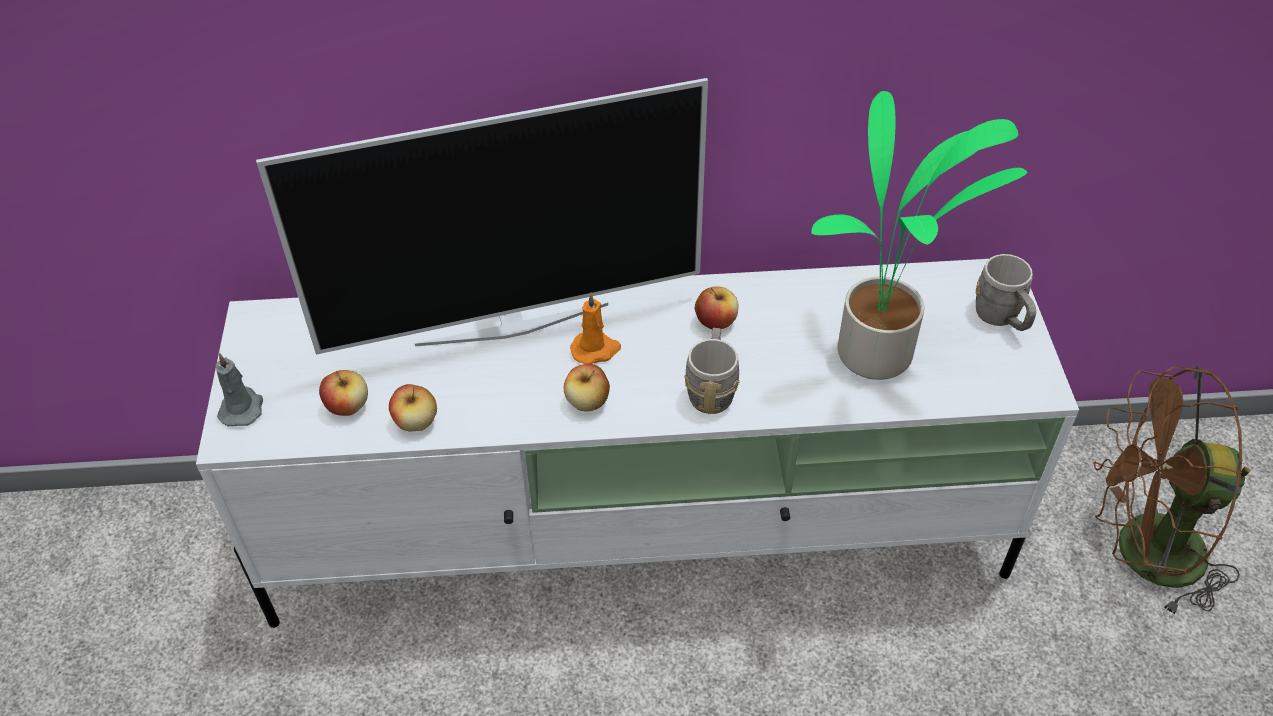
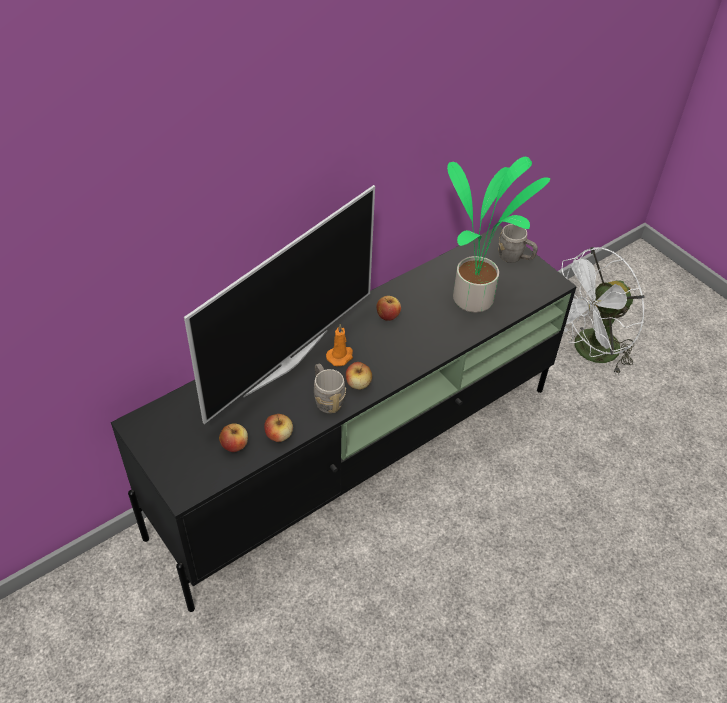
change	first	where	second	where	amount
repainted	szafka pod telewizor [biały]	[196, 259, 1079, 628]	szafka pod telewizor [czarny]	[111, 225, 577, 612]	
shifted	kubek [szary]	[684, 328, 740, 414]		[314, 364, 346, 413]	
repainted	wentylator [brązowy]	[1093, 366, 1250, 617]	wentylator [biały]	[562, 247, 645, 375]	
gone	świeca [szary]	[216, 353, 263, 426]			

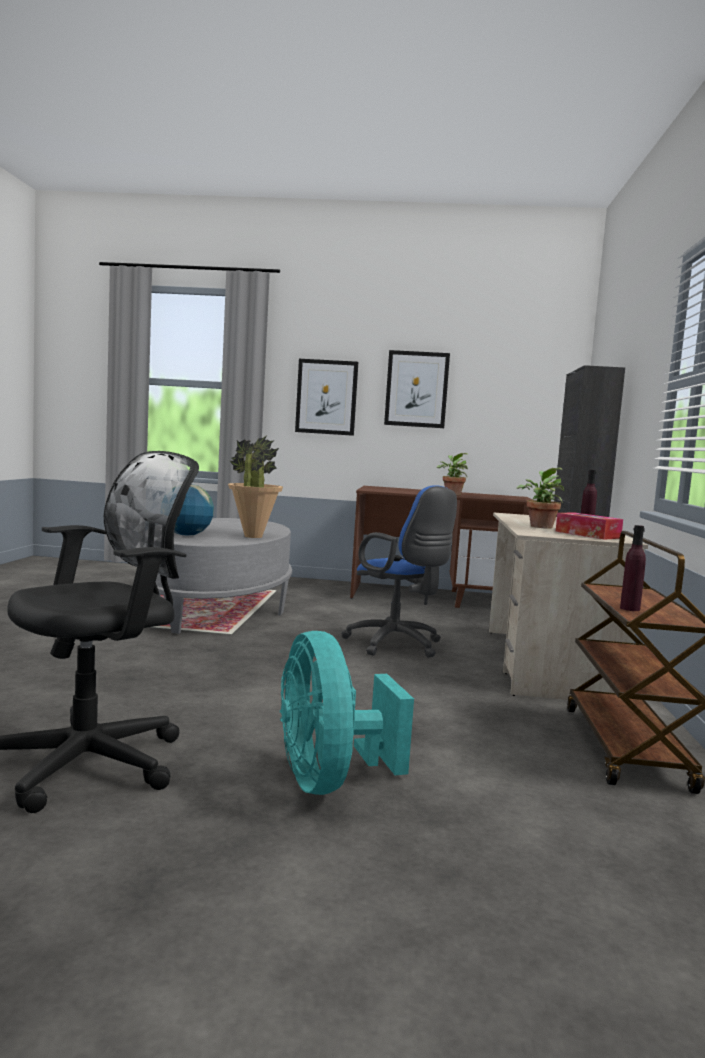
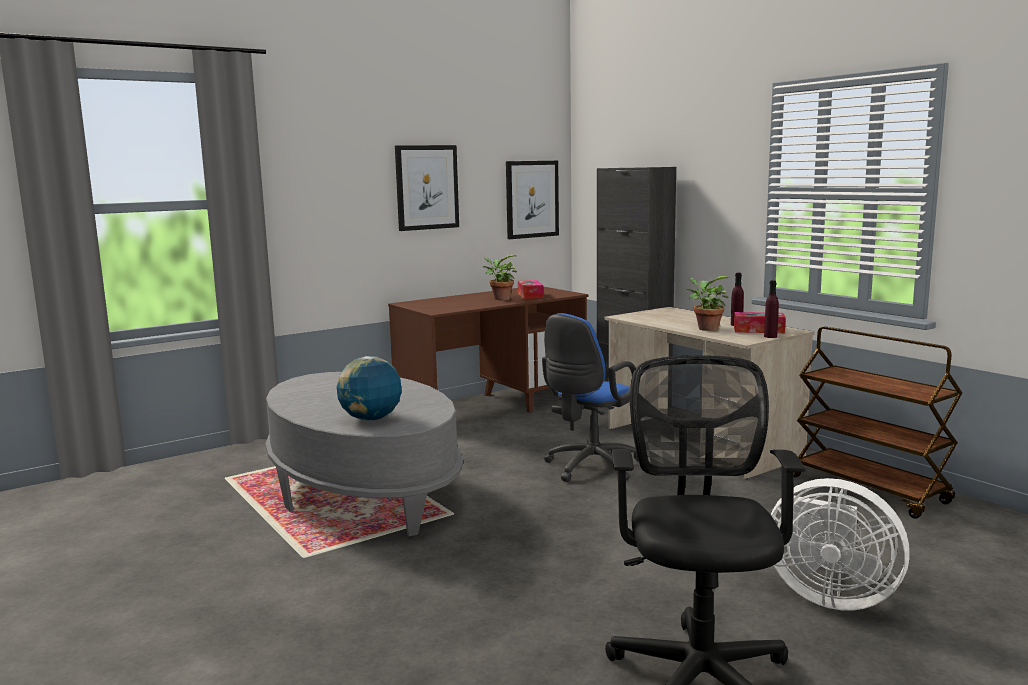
change	first	where	second	where	amount
shifted	obraz	[295, 359, 358, 436]		[506, 161, 559, 239]	
new			pudełko chusteczek	[518, 280, 544, 299]	
rotated	krzesło biurowe [niebieski]	[341, 485, 457, 658]		[542, 313, 639, 482]	120 degrees clockwise
shifted	butelka [fioletowy]	[620, 525, 646, 611]		[764, 280, 779, 338]	
repainted	wentylator [turkusowy]	[280, 631, 414, 795]	wentylator [biały]	[771, 478, 910, 611]	
gone	roślina doniczkowa	[228, 436, 283, 538]			

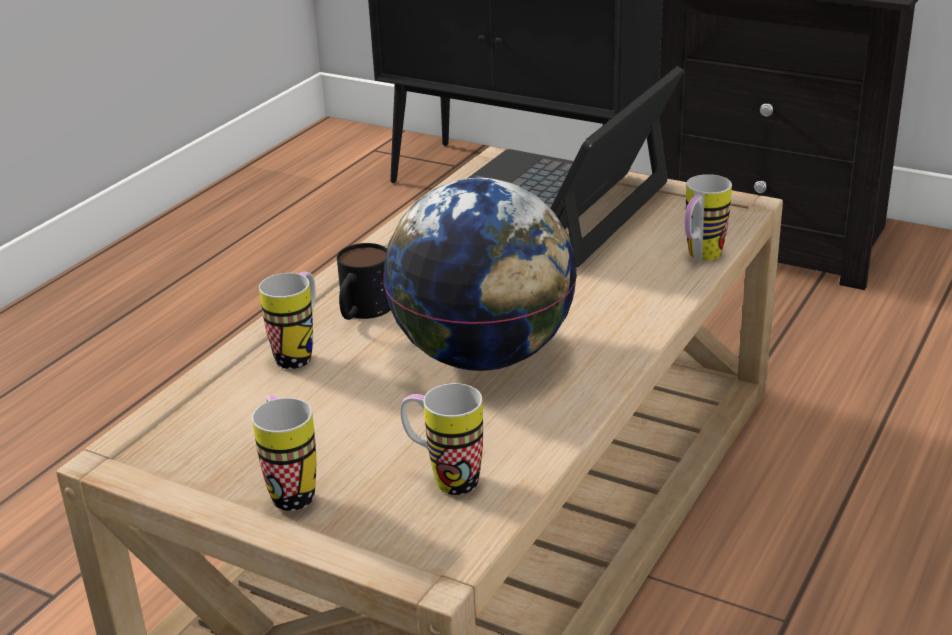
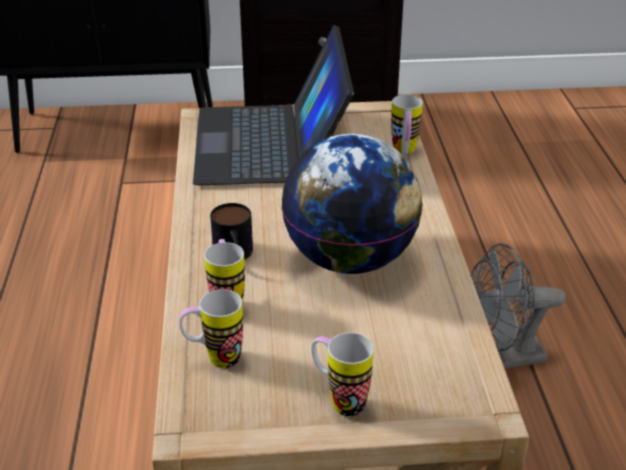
change	first	where	second	where	amount
shifted	kubek	[400, 383, 483, 495]		[179, 289, 243, 368]	
new			wentylator [szary]	[471, 243, 565, 368]	

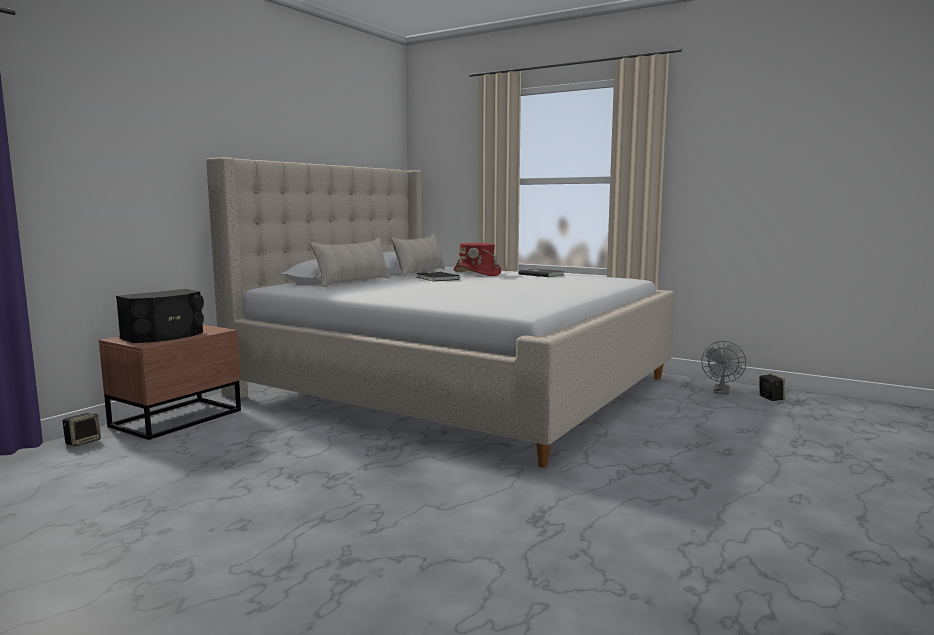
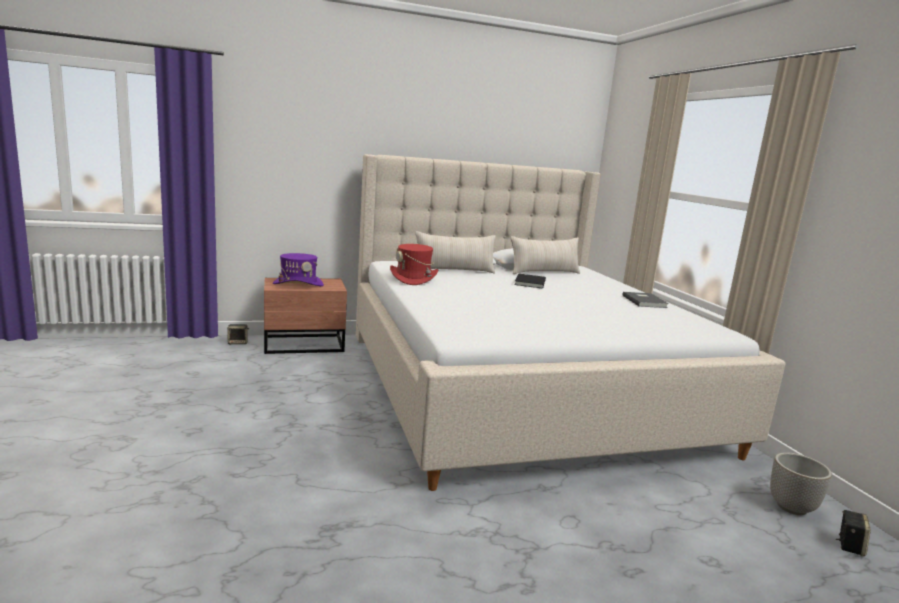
change	first	where	second	where	amount
swapped	głośnik [czarny]	[116, 289, 204, 343]	kapelusz [fioletowy]	[273, 253, 324, 286]	
shifted	kapelusz [czerwony]	[454, 243, 501, 276]		[390, 244, 438, 285]	
swapped	wentylator [szary]	[701, 341, 746, 395]	donica	[770, 452, 832, 515]	

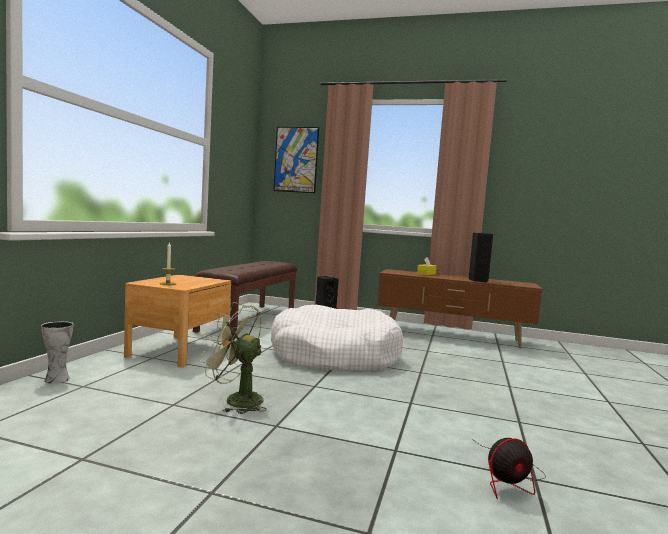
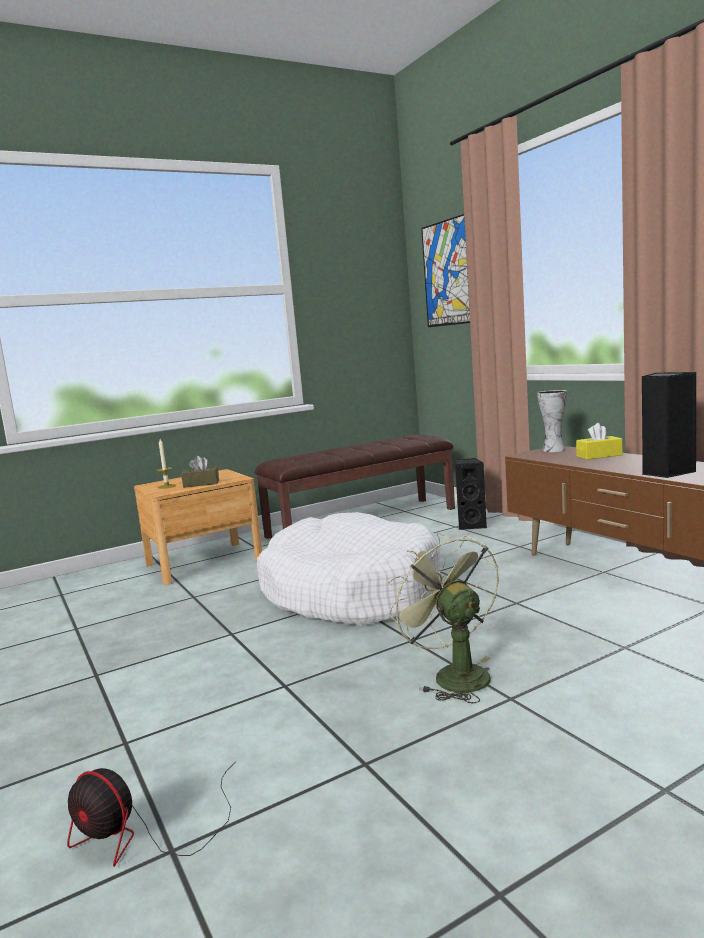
change	first	where	second	where	amount
new			pudełko chusteczek [brązowy]	[181, 456, 219, 488]	
shifted	wentylator [zielony]	[200, 302, 267, 414]		[388, 533, 499, 704]	
shifted	wazon	[41, 321, 74, 384]		[537, 390, 567, 452]	

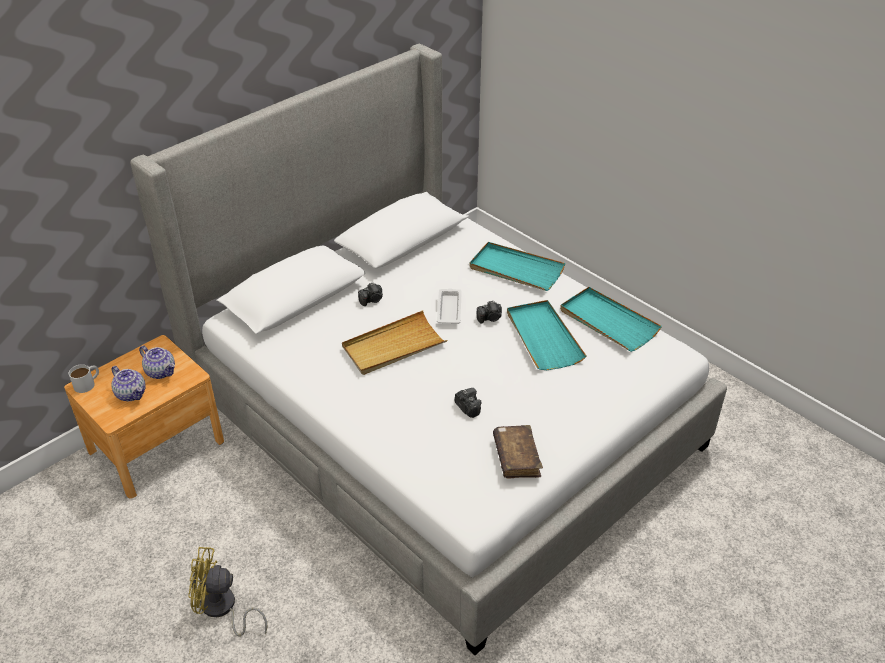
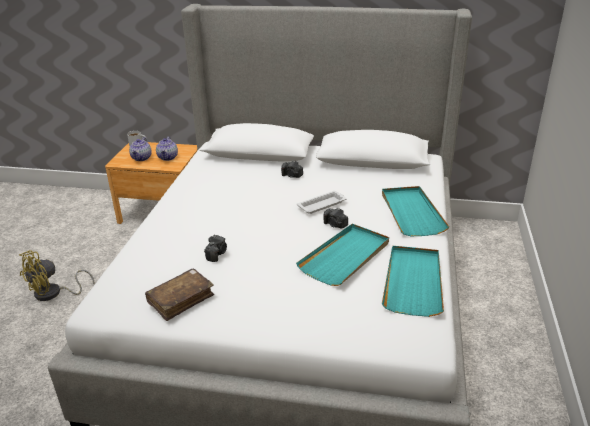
change	first	where	second	where	amount
rotated	wentylator [żółty]	[188, 547, 267, 636]		[19, 250, 95, 301]	105 degrees counterclockwise
gone	taca [beżowy]	[342, 310, 448, 375]			

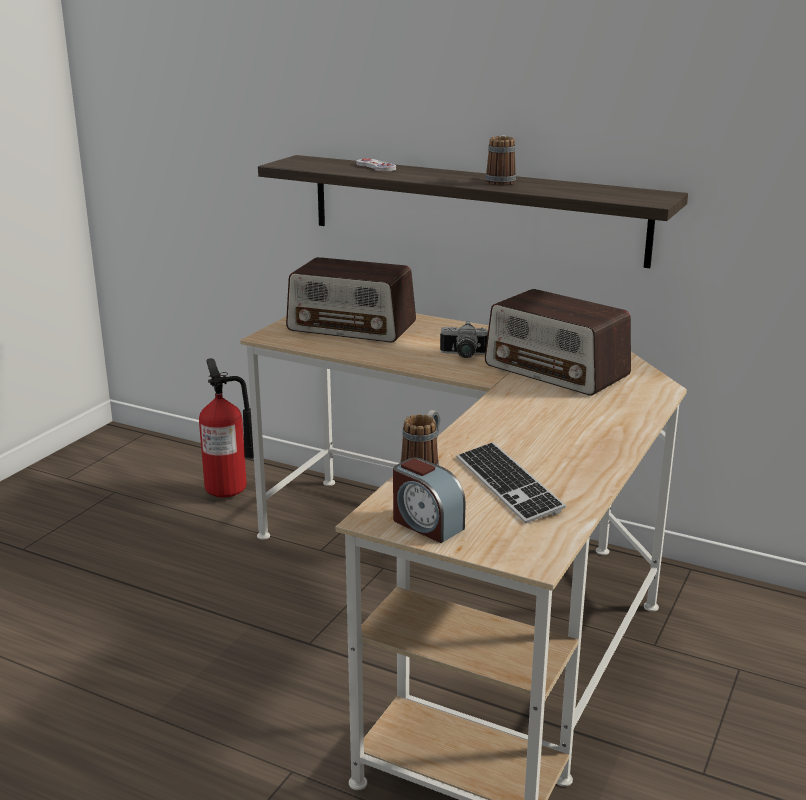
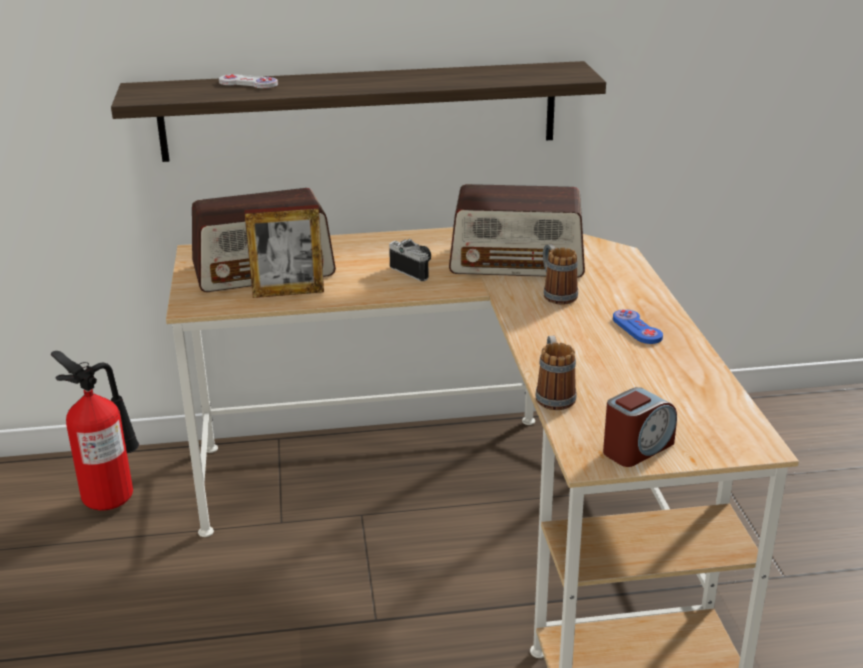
change	first	where	second	where	amount
new			ramka na zdjęcie	[245, 205, 324, 298]	
rotated	aparat fotograficzny	[440, 321, 488, 358]		[389, 239, 431, 281]	105 degrees counterclockwise
shifted	kubek	[485, 135, 516, 186]		[543, 244, 578, 304]	
rotated	budzik	[393, 458, 466, 543]		[603, 387, 677, 467]	45 degrees counterclockwise
new			pad do gier [niebieski]	[613, 309, 663, 344]	
gone	klawiatura	[457, 442, 566, 523]			

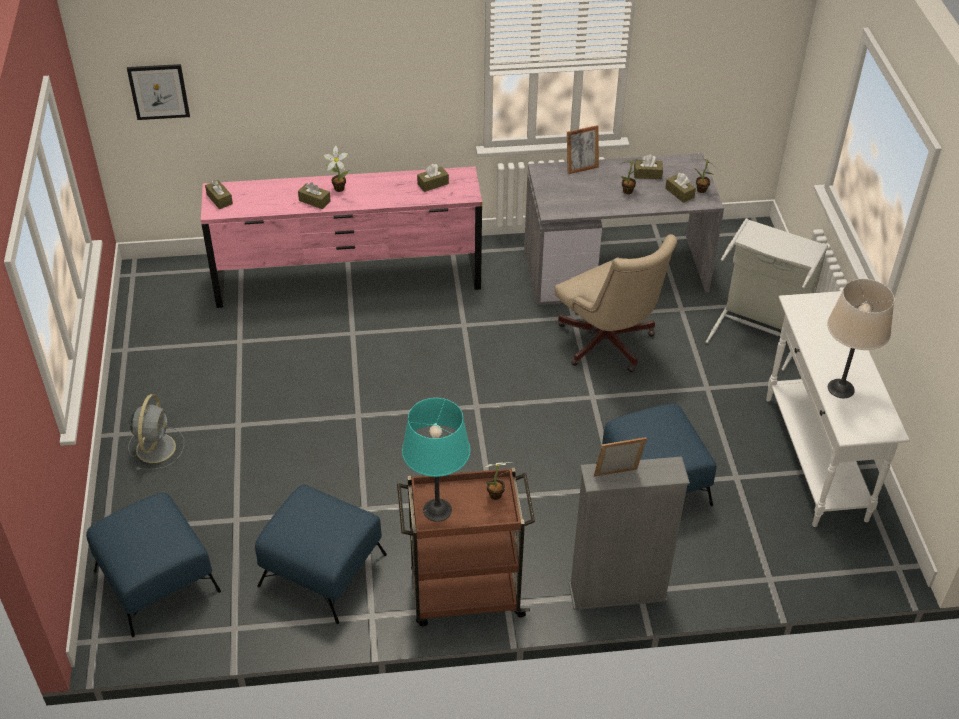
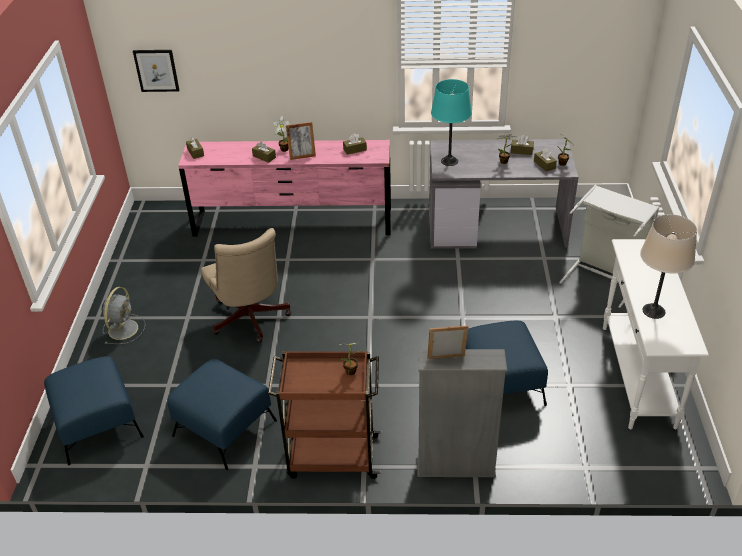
change	first	where	second	where	amount
shifted	krzesło biurowe [beżowy]	[555, 234, 677, 372]		[201, 228, 291, 343]	
shifted	ramka na zdjęcie	[567, 125, 599, 174]		[286, 122, 316, 160]	
shifted	lampa stołowa [turkusowy]	[402, 398, 470, 522]		[431, 79, 472, 166]	

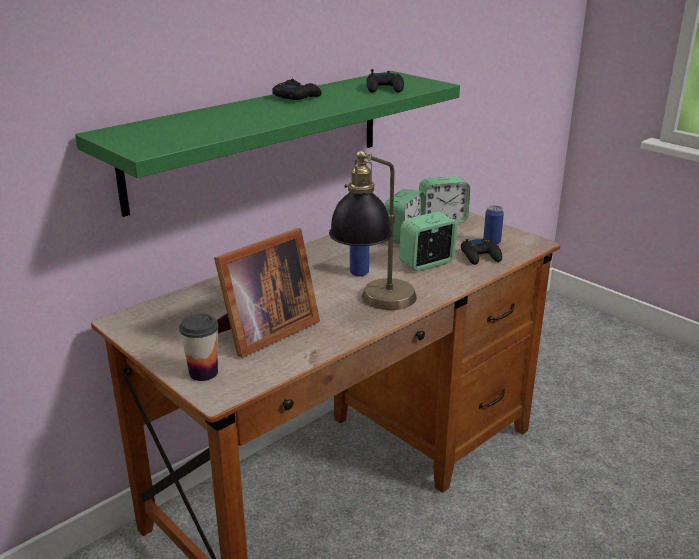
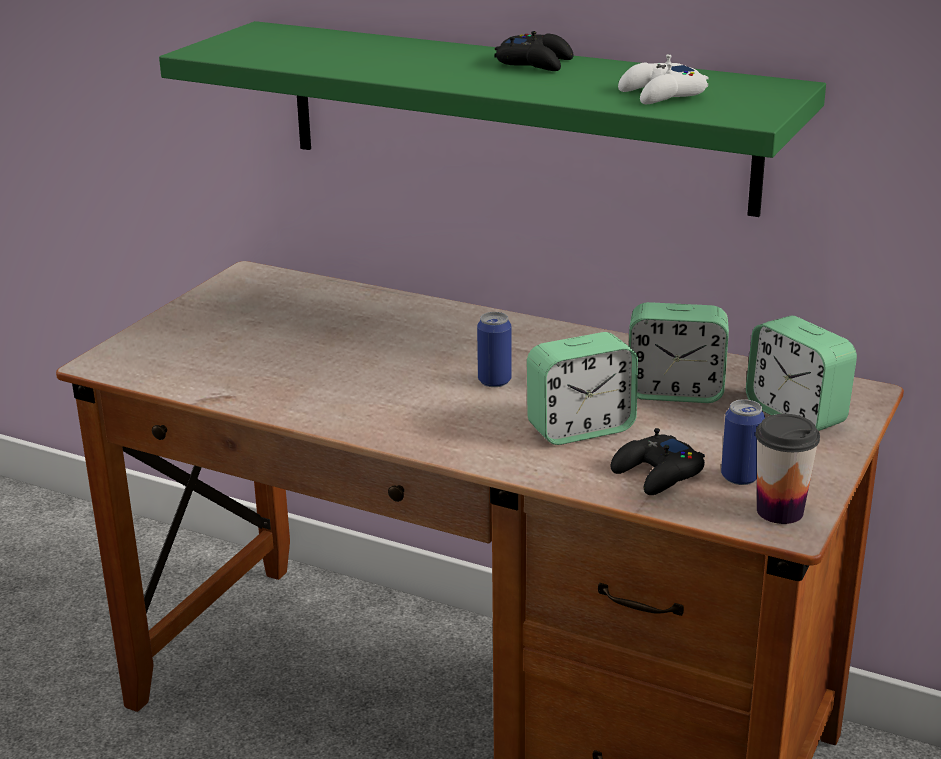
change	first	where	second	where	amount
rotated	budzik	[399, 212, 458, 271]		[527, 332, 638, 445]	120 degrees clockwise
repainted	pad do gier [czarny]	[367, 69, 404, 93]	pad do gier [biały]	[618, 54, 708, 104]	
shifted	filiżanka	[179, 314, 219, 381]		[755, 414, 820, 524]	
gone	ramka na zdjęcie	[214, 228, 320, 358]			
gone	lampa stołowa	[329, 150, 417, 310]			

